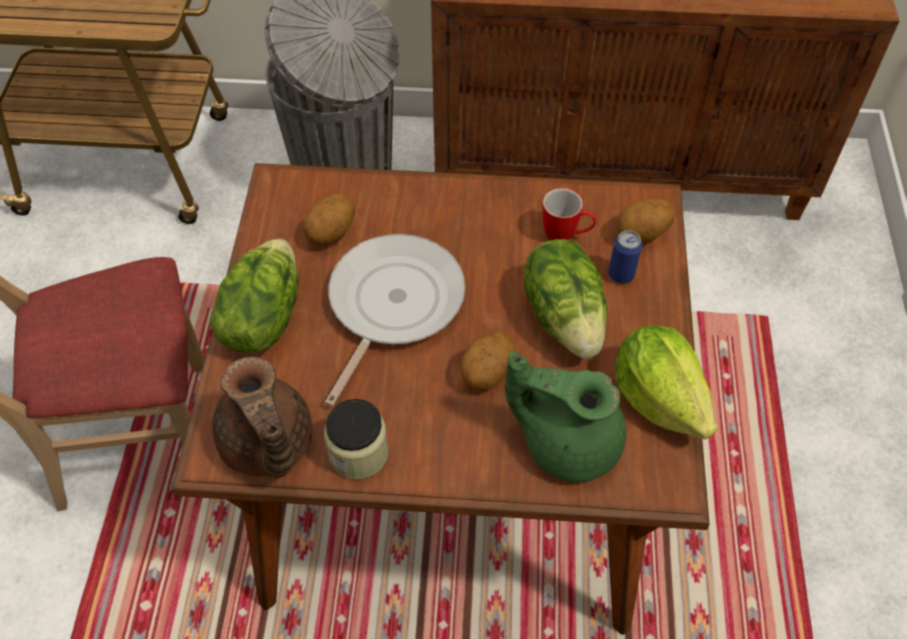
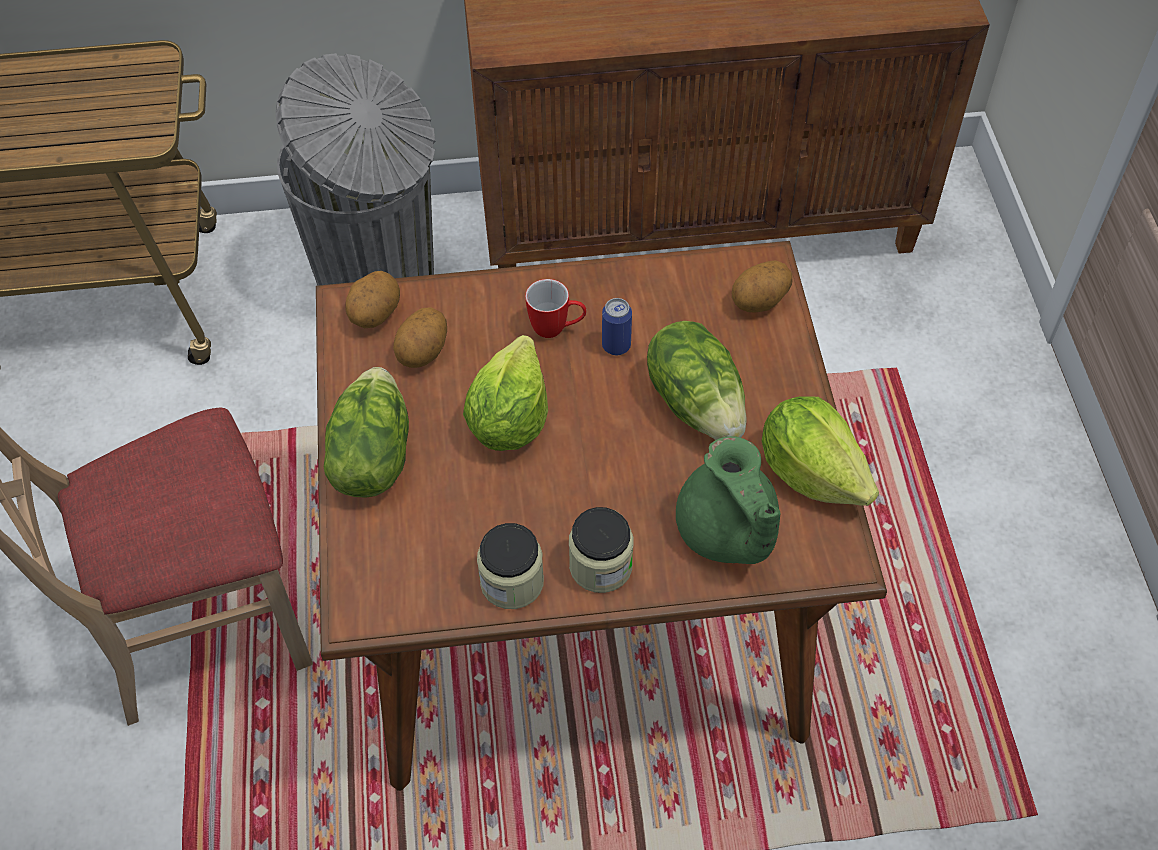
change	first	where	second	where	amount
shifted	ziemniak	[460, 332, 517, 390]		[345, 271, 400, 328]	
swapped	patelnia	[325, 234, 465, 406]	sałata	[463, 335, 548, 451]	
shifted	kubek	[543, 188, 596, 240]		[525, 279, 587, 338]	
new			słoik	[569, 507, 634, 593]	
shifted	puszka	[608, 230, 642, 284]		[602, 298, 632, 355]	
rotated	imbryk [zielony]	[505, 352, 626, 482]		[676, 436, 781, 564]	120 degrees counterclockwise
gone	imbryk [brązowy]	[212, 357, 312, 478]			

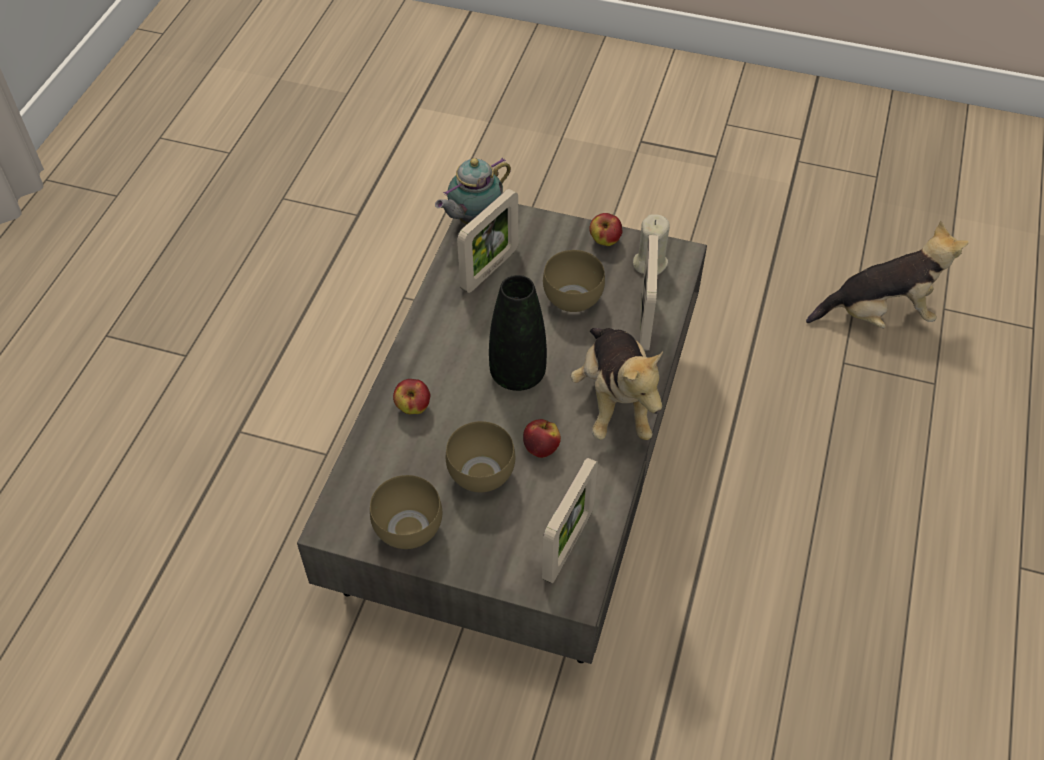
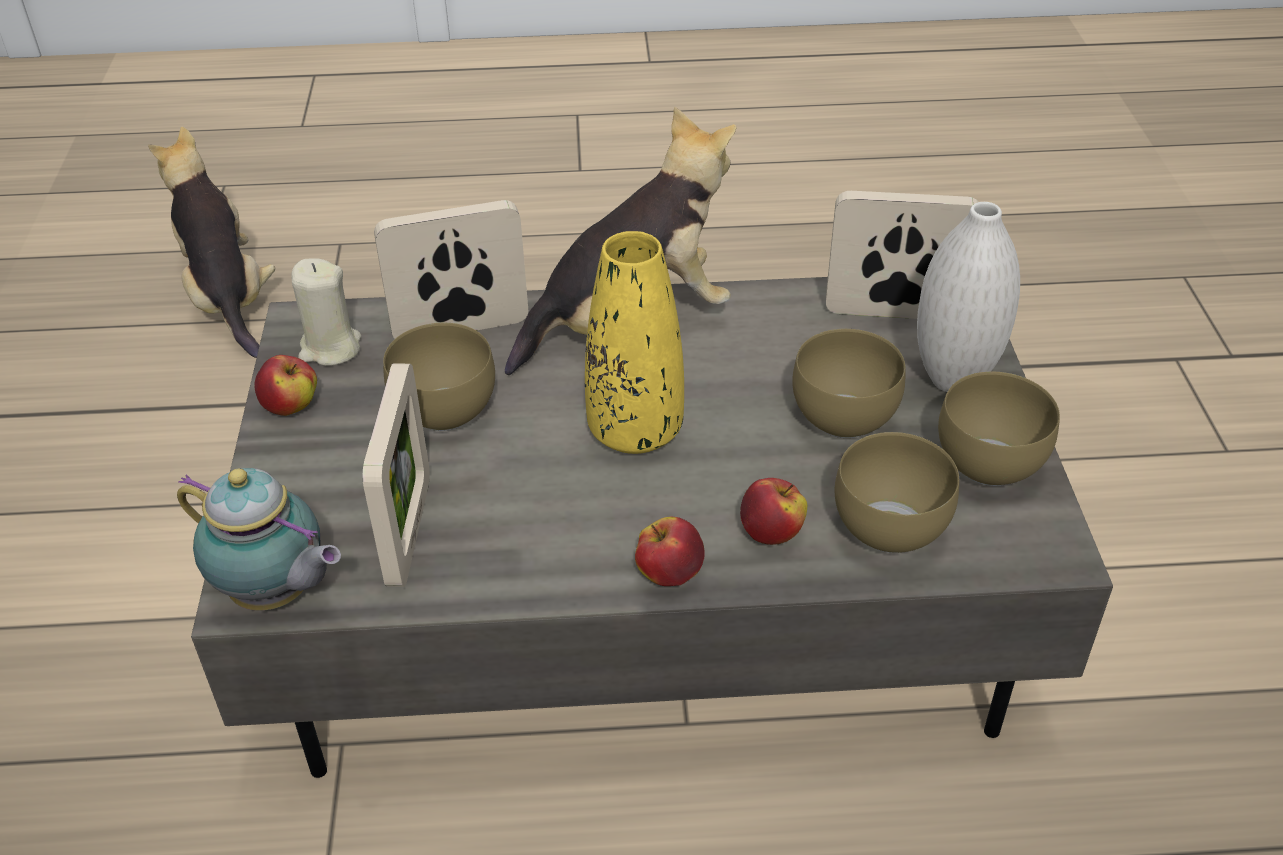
change	first	where	second	where	amount
rotated	ramka na zdjęcie	[457, 189, 518, 293]		[363, 363, 430, 587]	75 degrees clockwise
repainted	wazon [czarny]	[489, 275, 547, 391]	wazon [żółty]	[585, 231, 684, 454]	
shifted	jabłko	[523, 419, 561, 458]		[635, 517, 705, 586]	
new			miska [brązowy]	[835, 432, 959, 553]	
new			wazon [biały]	[917, 202, 1020, 392]	

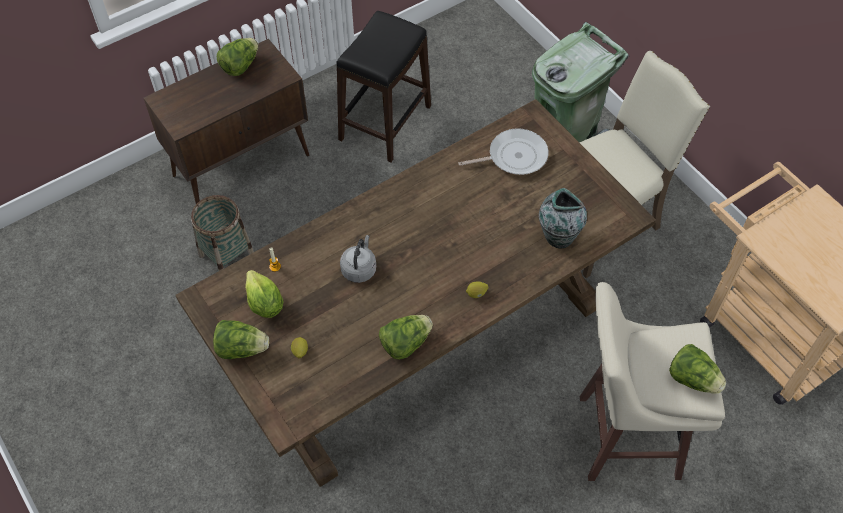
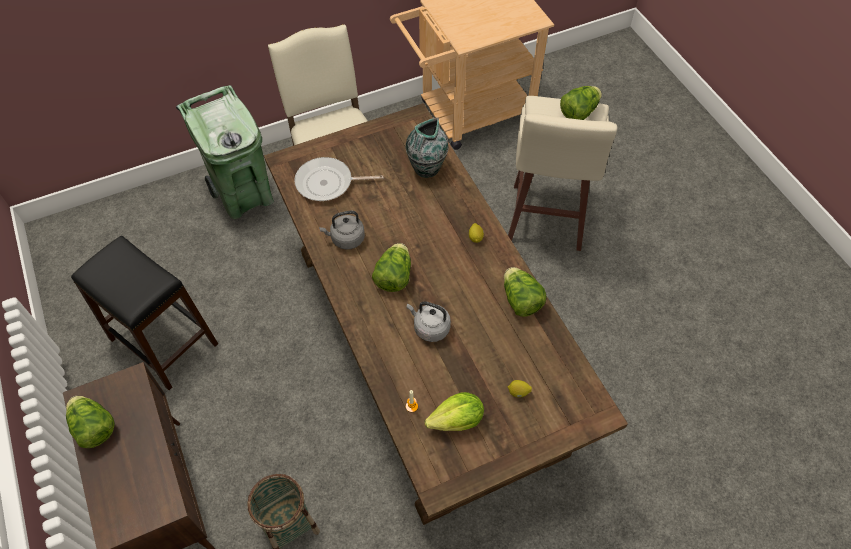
change	first	where	second	where	amount
rotated	patelnia	[458, 128, 549, 175]		[294, 157, 383, 201]	90 degrees counterclockwise
new			czajnik [szary]	[319, 211, 365, 250]	
shifted	sałata	[213, 320, 269, 359]		[372, 243, 411, 292]	

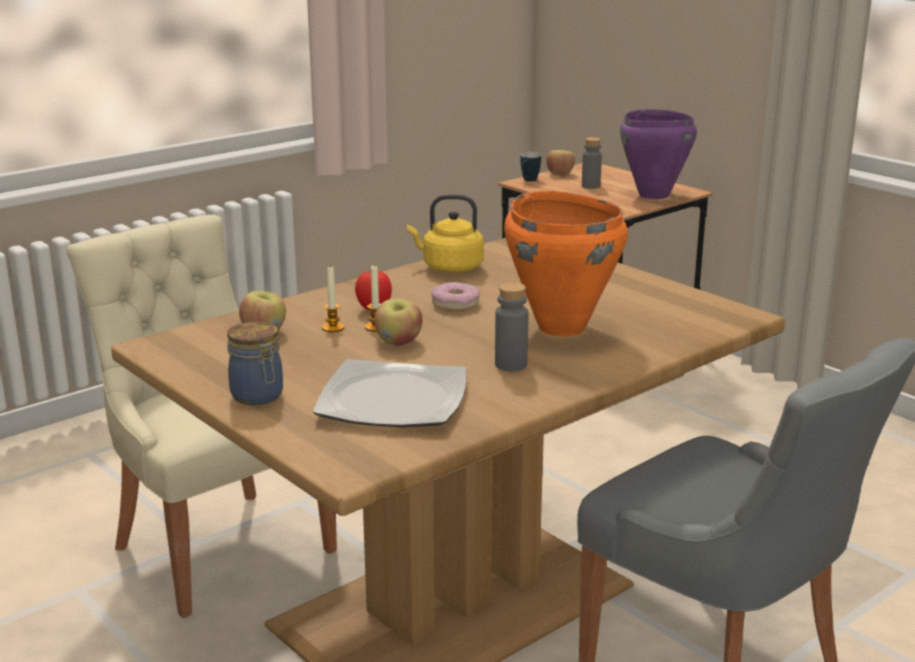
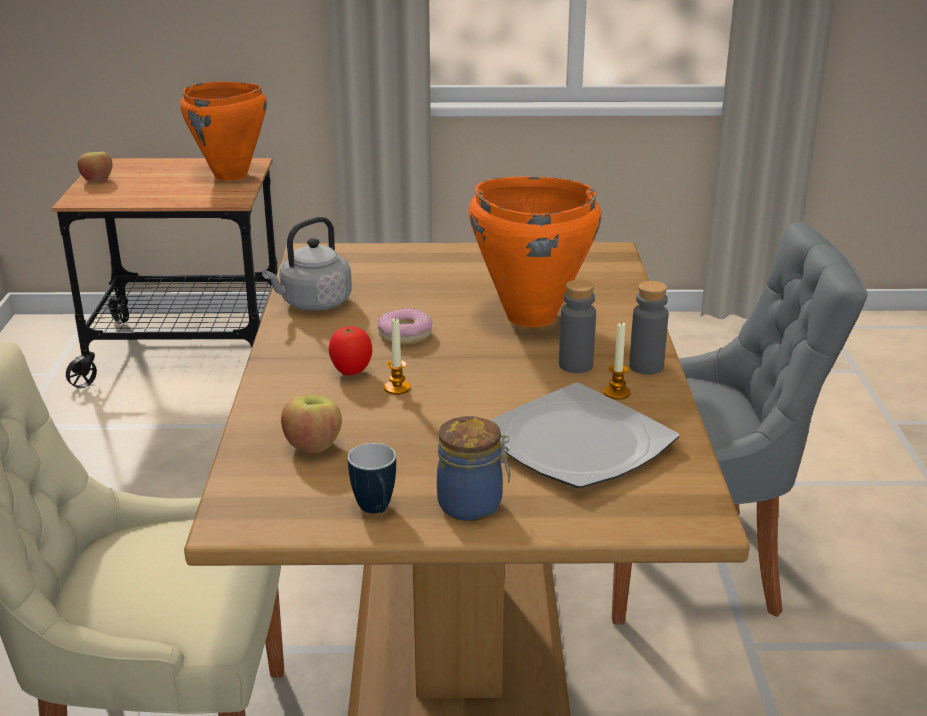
change	first	where	second	where	amount
repainted	garnek [fioletowy]	[620, 109, 697, 199]	garnek [pomarańczowy]	[180, 81, 267, 180]	
repainted	czajnik [żółty]	[407, 195, 484, 273]	czajnik [szary]	[262, 217, 352, 310]	
shifted	kubek	[520, 152, 541, 182]		[348, 443, 396, 513]	
shifted	świeca	[322, 266, 344, 332]		[604, 322, 630, 400]	
shifted	butelka [szary]	[582, 137, 602, 189]		[629, 281, 669, 375]	
gone	jabłko	[374, 299, 422, 346]			

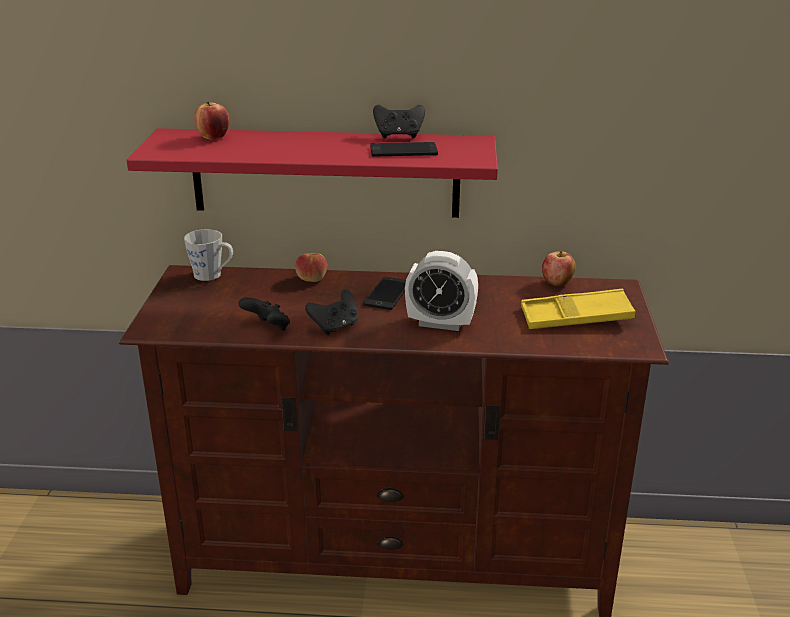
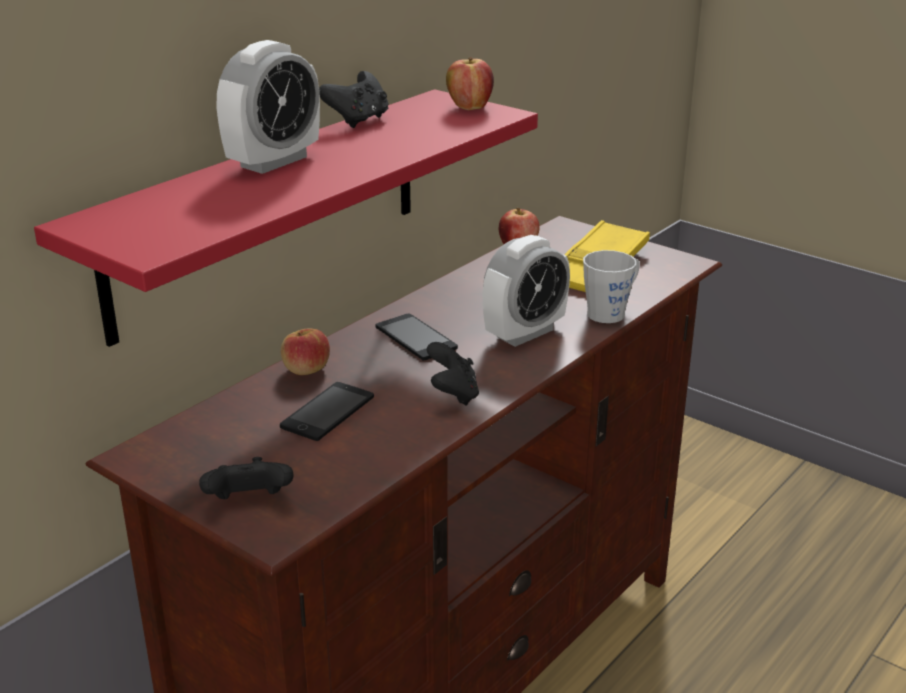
change	first	where	second	where	amount
shifted	pad do gier [czarny]	[238, 297, 290, 331]		[199, 457, 294, 499]	
new			budzik	[217, 40, 320, 174]	
shifted	telefon	[370, 142, 438, 157]		[280, 382, 374, 441]	
shifted	jabłko	[194, 101, 229, 140]		[446, 57, 494, 110]	
shifted	kubek [szary]	[184, 229, 233, 281]		[583, 250, 640, 323]	

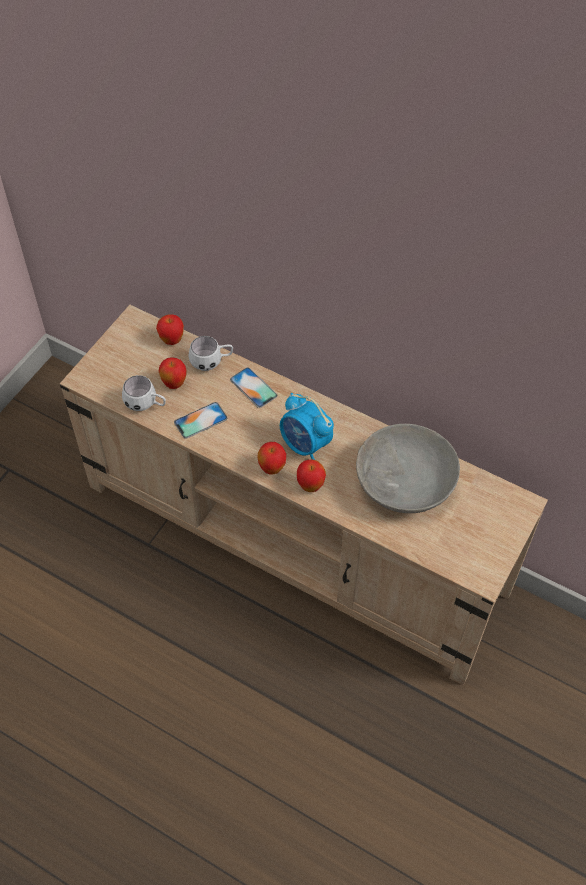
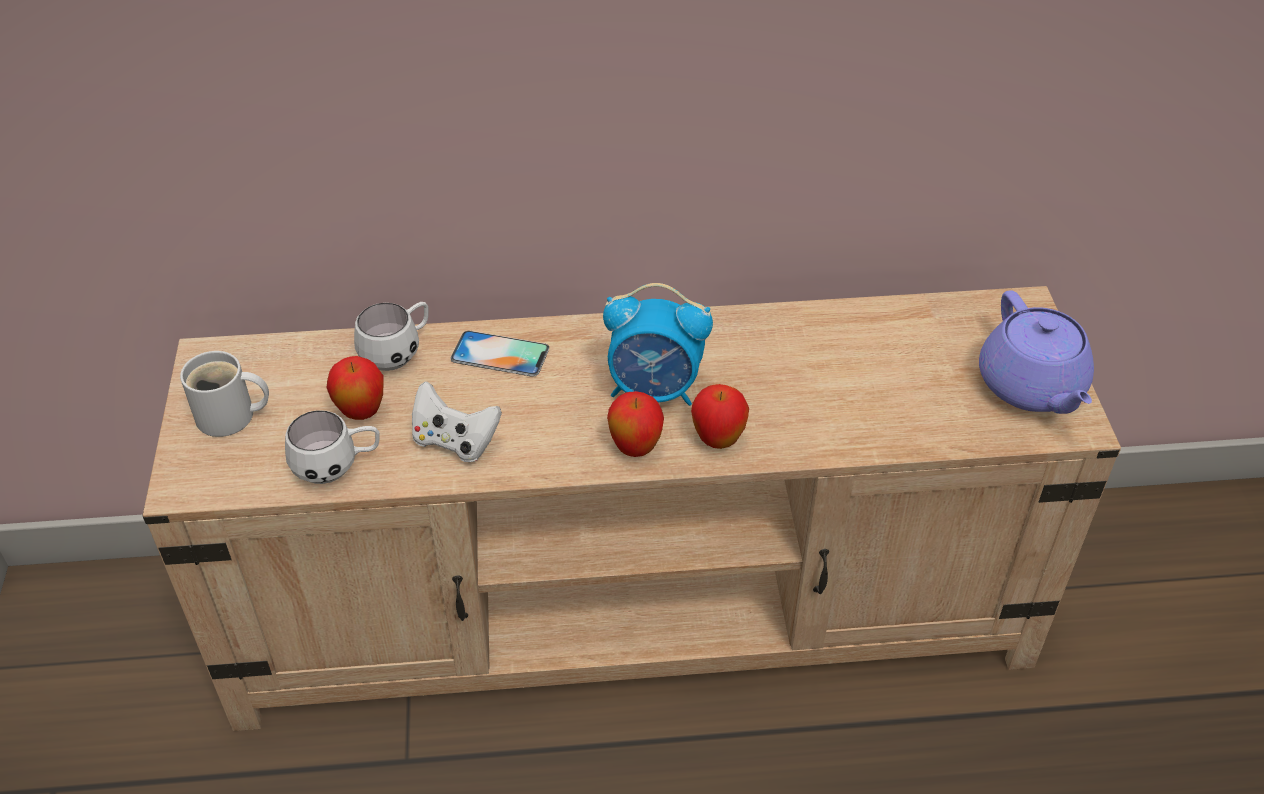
change	first	where	second	where	amount
new			kubek [biały]	[180, 351, 269, 437]	
swapped	telefon	[174, 402, 228, 439]	pad do gier [biały]	[412, 382, 502, 462]	
new			imbryk [fioletowy]	[979, 290, 1094, 414]	
gone	jabłko	[156, 314, 184, 345]			
gone	miska [szary]	[356, 424, 460, 513]			

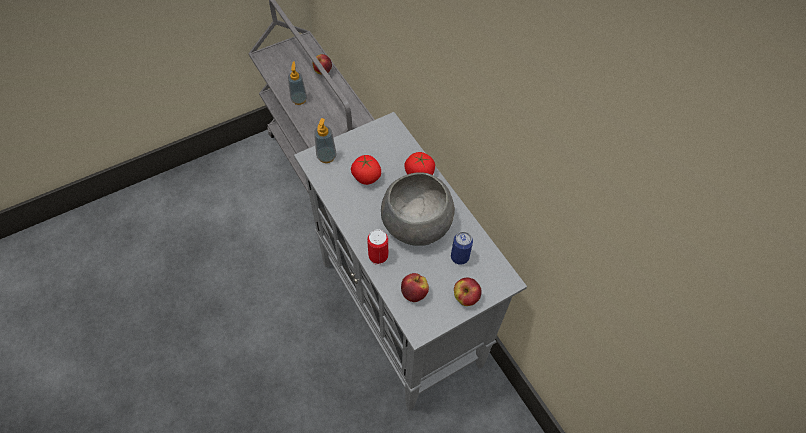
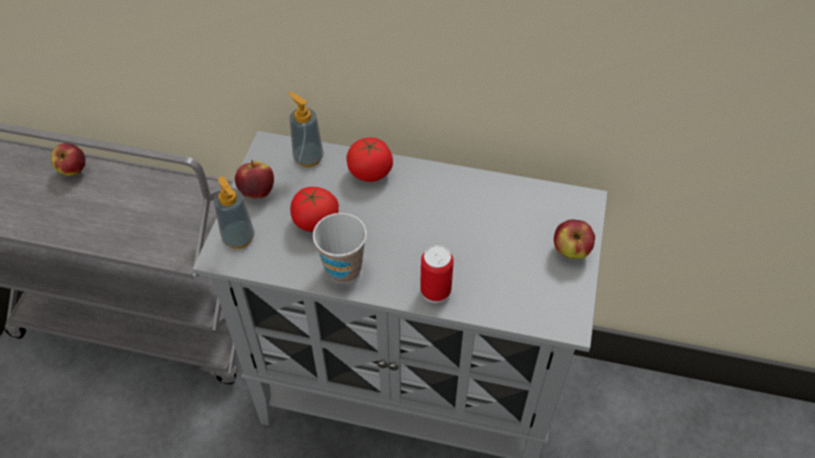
change	first	where	second	where	amount
shifted	jabłko	[401, 273, 429, 302]		[235, 160, 274, 199]	
shifted	dozownik mydła	[288, 61, 307, 105]		[288, 92, 324, 167]	
new			filiżanka	[313, 213, 367, 283]	
gone	miska [szary]	[381, 172, 455, 246]			
gone	puszka	[451, 231, 473, 265]			

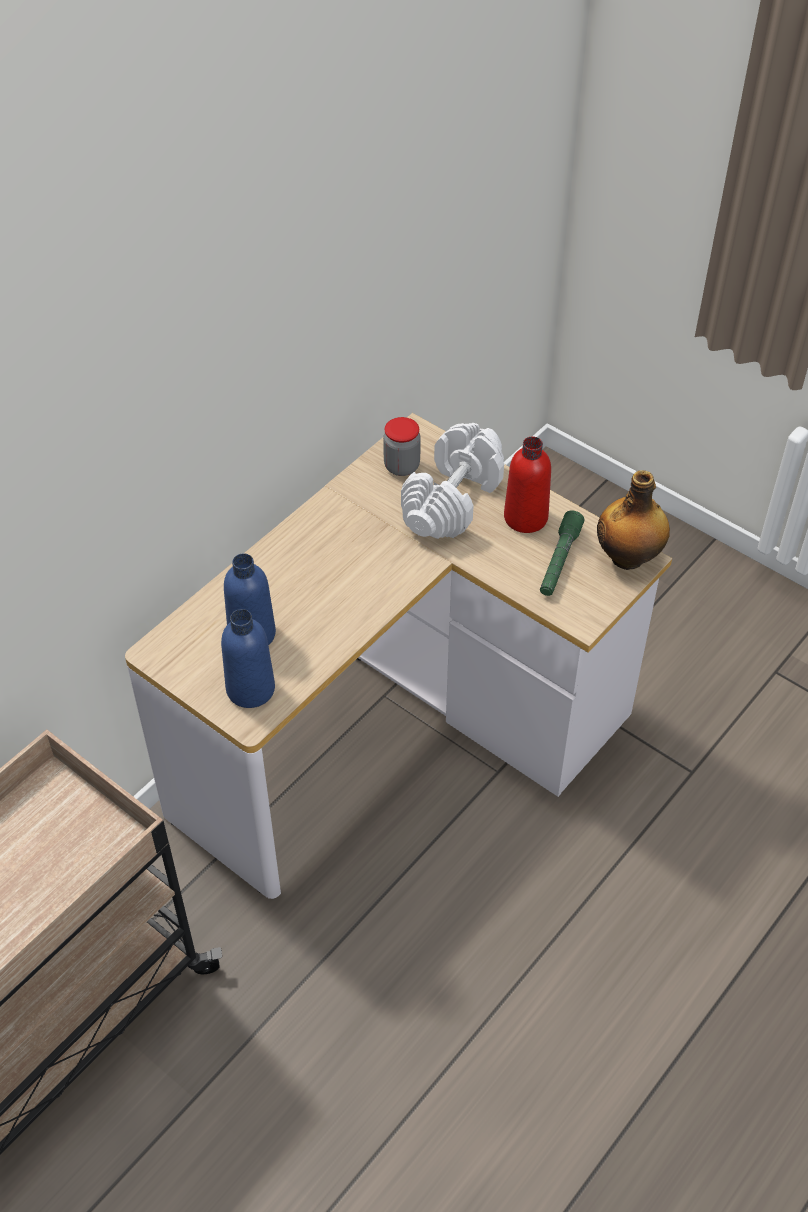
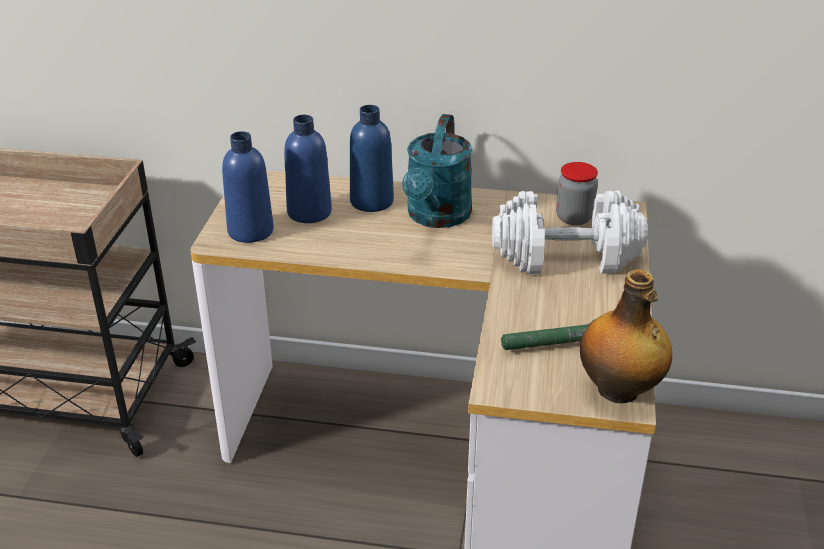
change	first	where	second	where	amount
new			butelka [niebieski]	[350, 105, 394, 212]	
new			konewka [turkusowy]	[402, 114, 472, 228]	
gone	butelka [czerwony]	[504, 436, 551, 533]			

